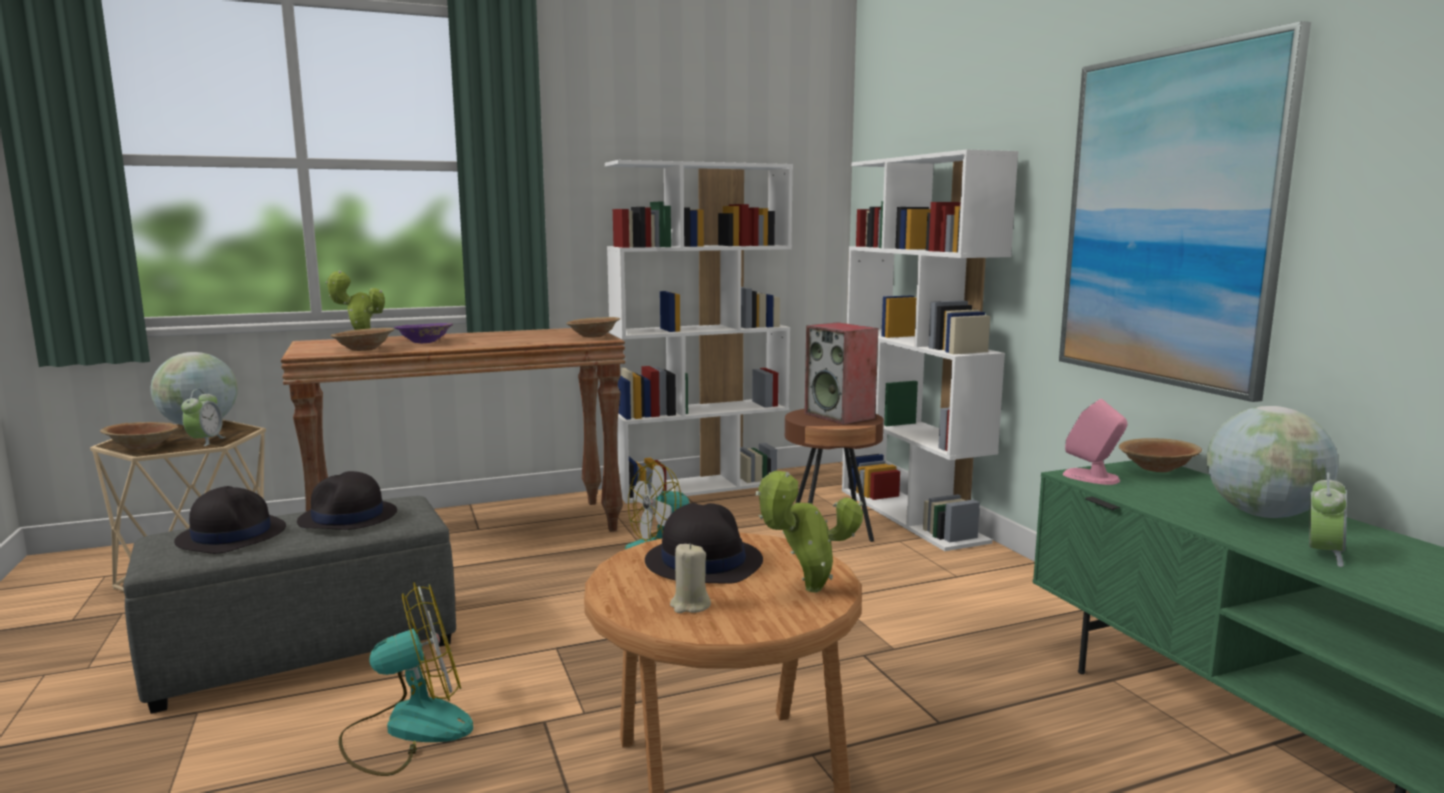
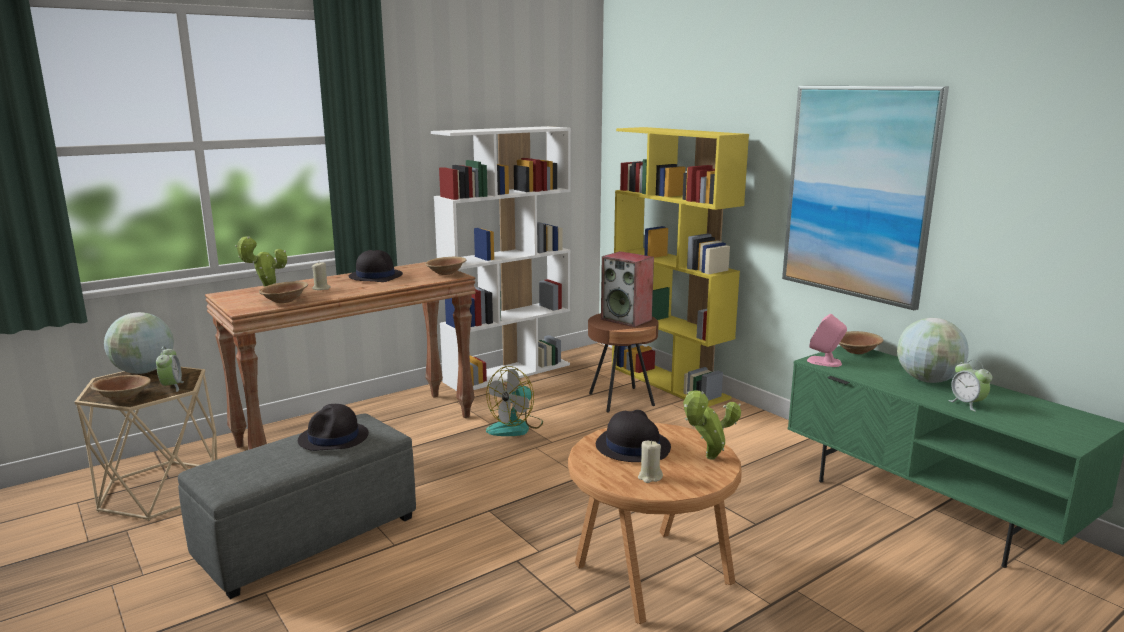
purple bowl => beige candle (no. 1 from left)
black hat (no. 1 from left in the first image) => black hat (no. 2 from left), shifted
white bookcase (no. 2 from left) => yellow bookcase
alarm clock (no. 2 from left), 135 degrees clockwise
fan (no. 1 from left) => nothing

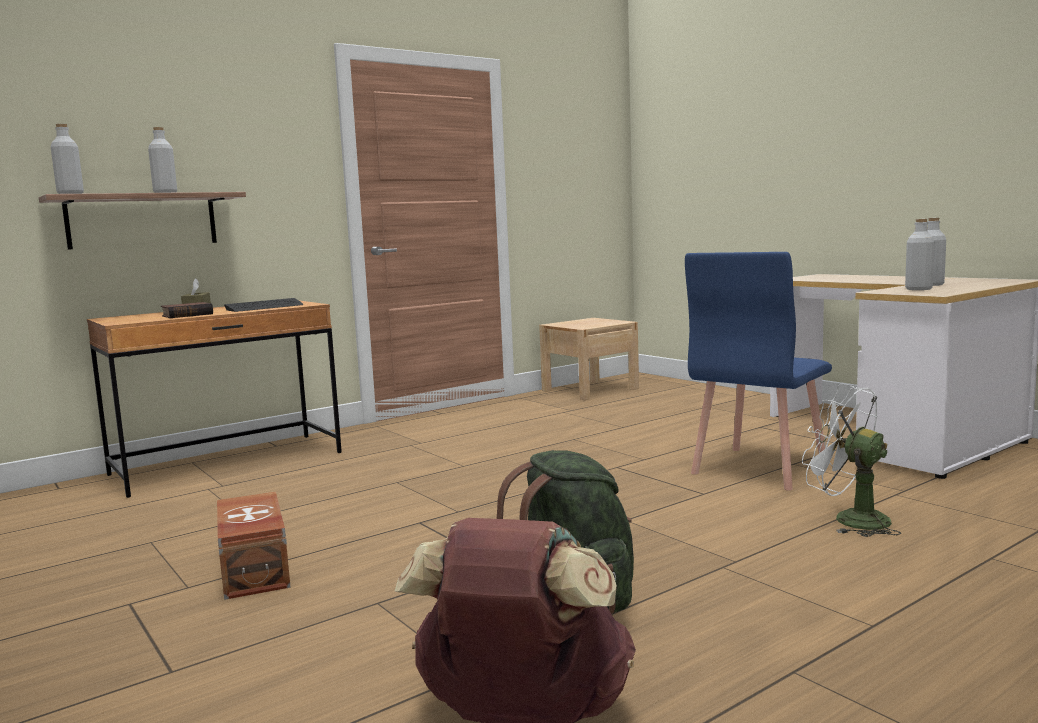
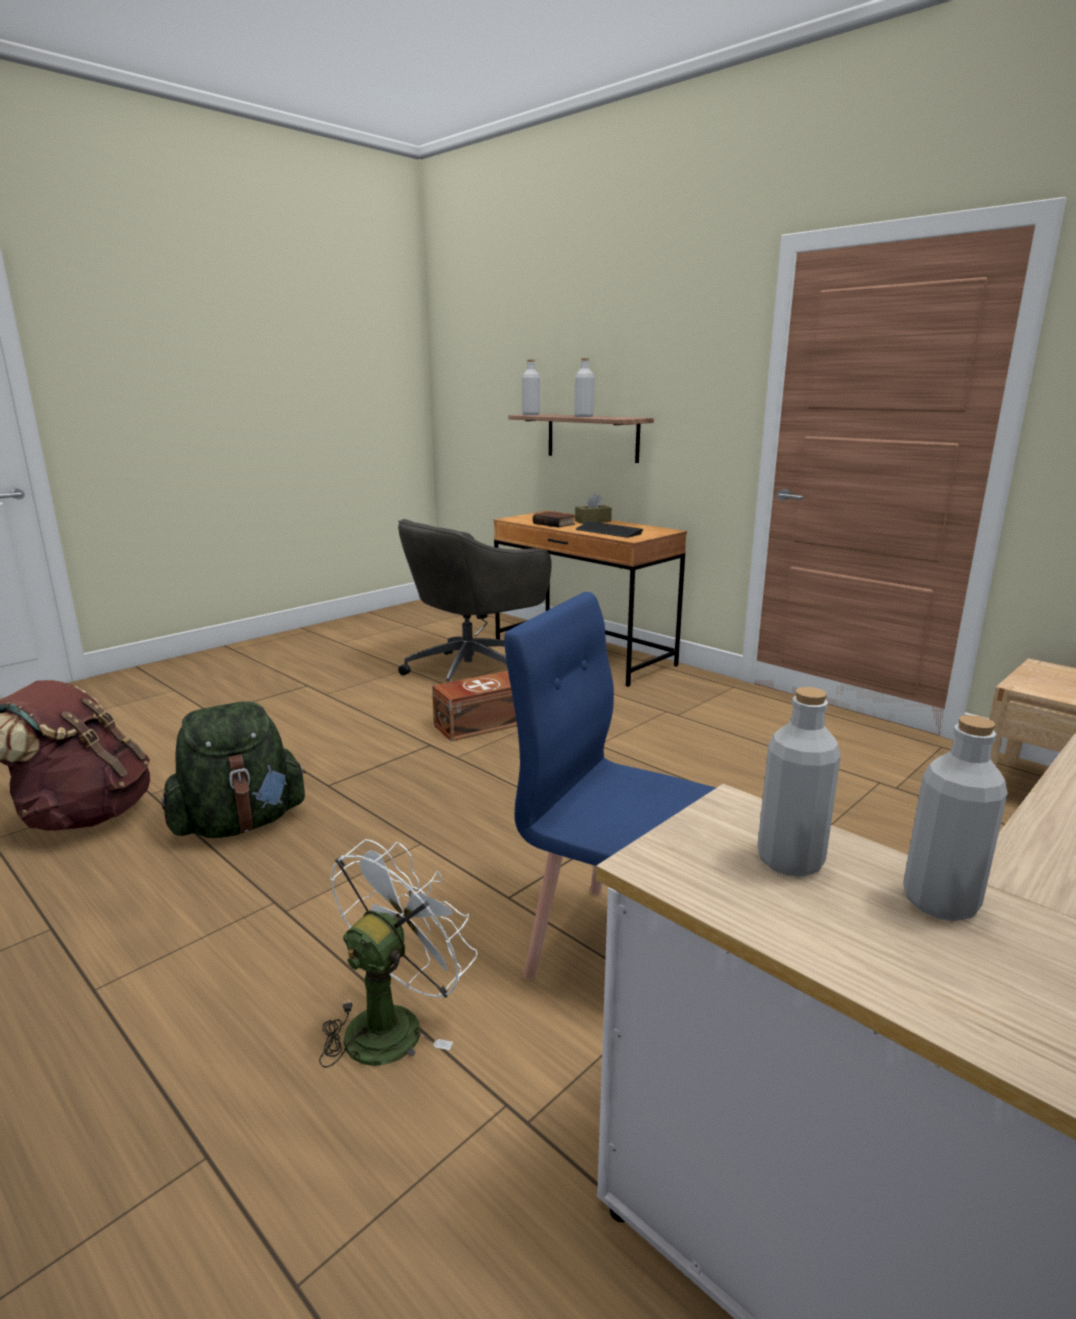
nothing => grey office chair
brown storage box, shifted

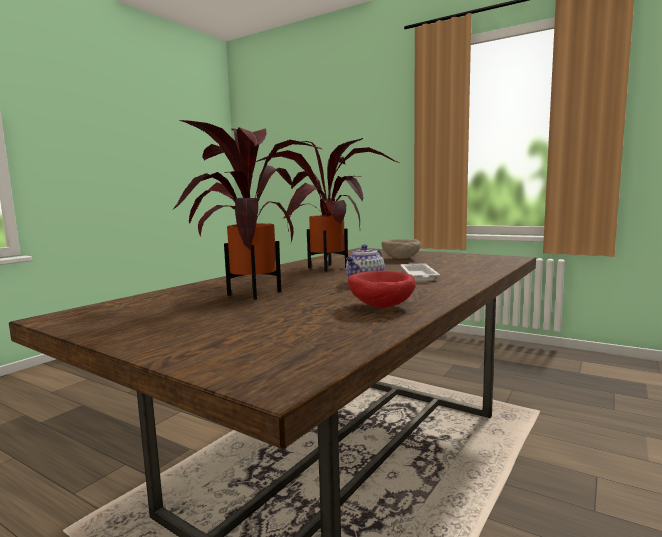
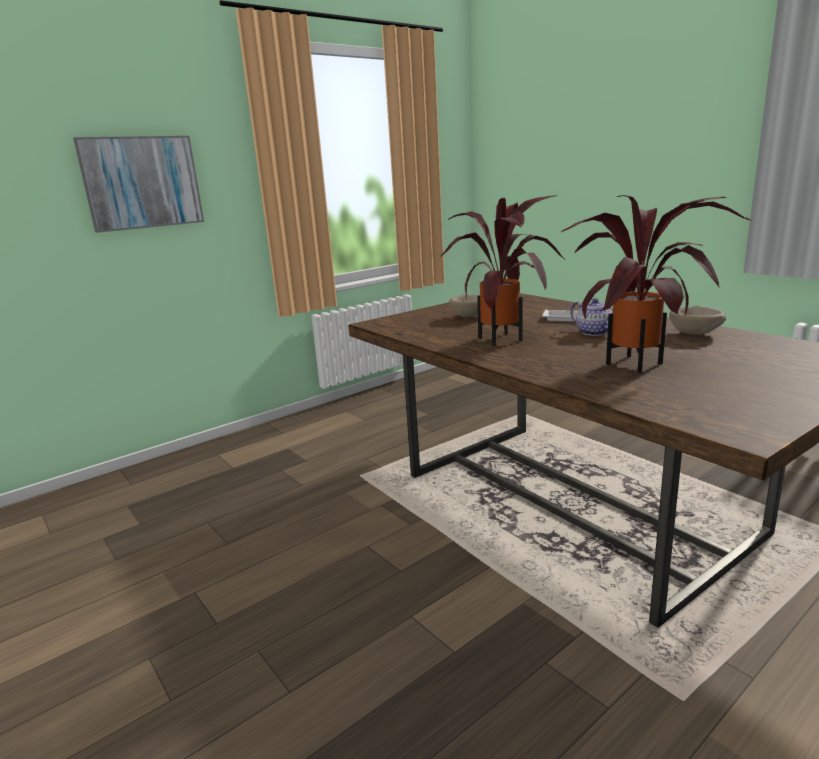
nothing => picture
red bowl => beige bowl (no. 2 from left)

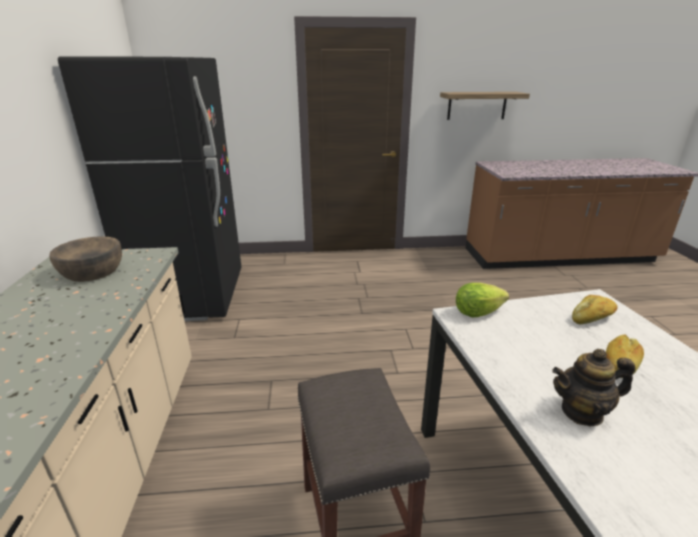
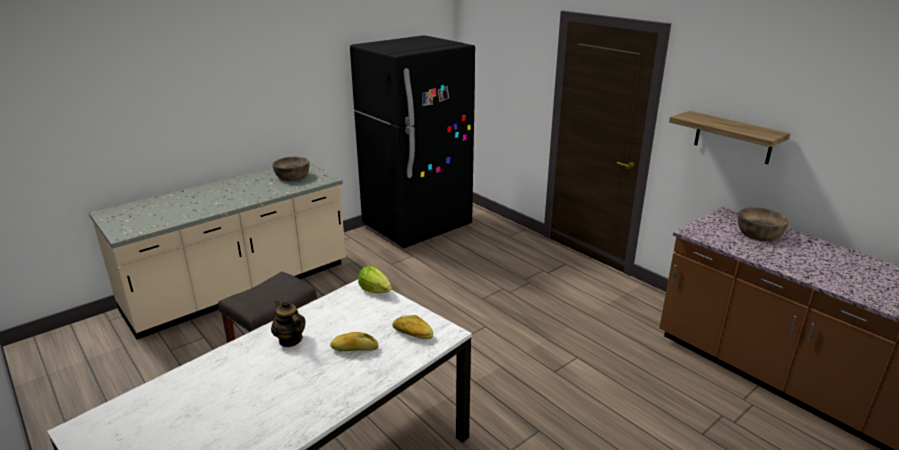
nothing => brown bowl (no. 2 from left)

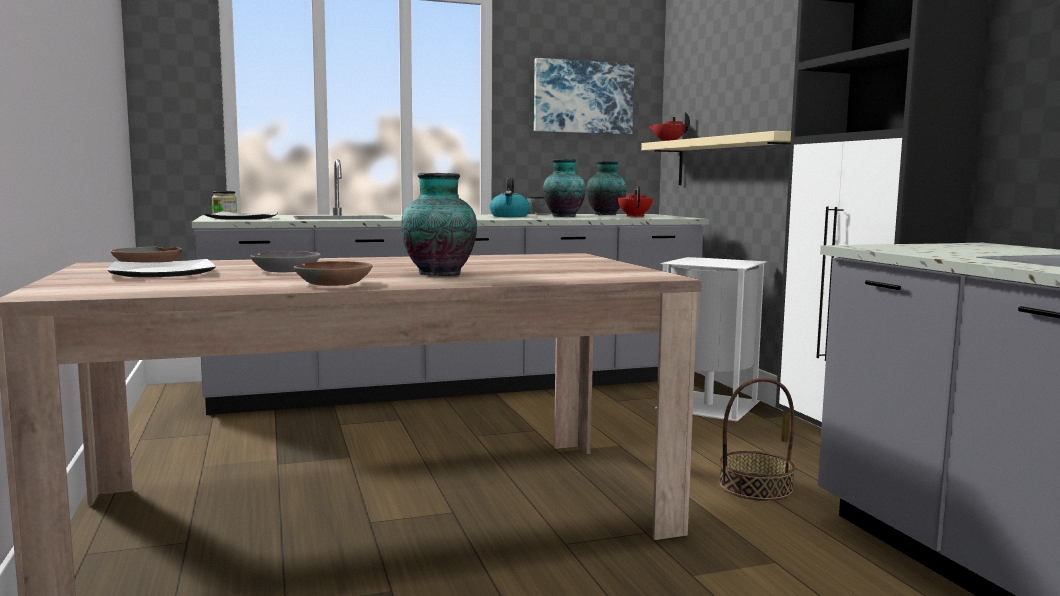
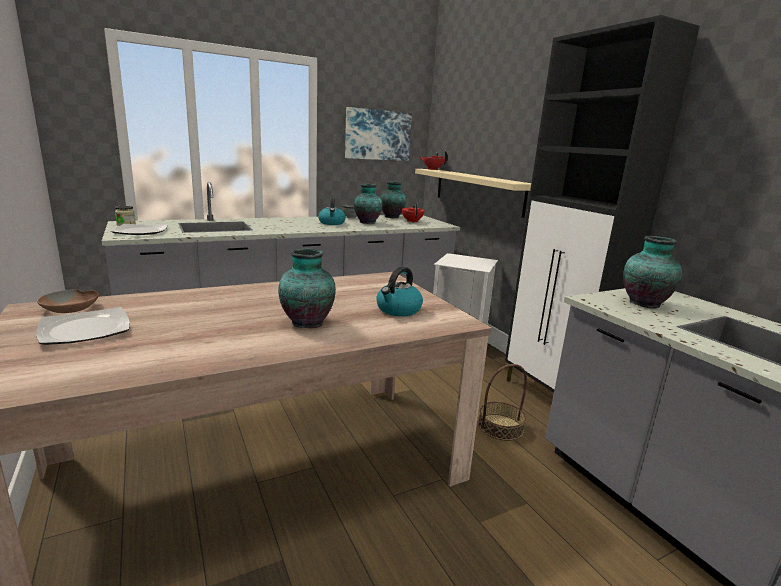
nothing => kettle (no. 2 from left)
nothing => vase (no. 4 from left)
grey bowl (no. 1 from left) => nothing
brown bowl (no. 2 from left) => nothing

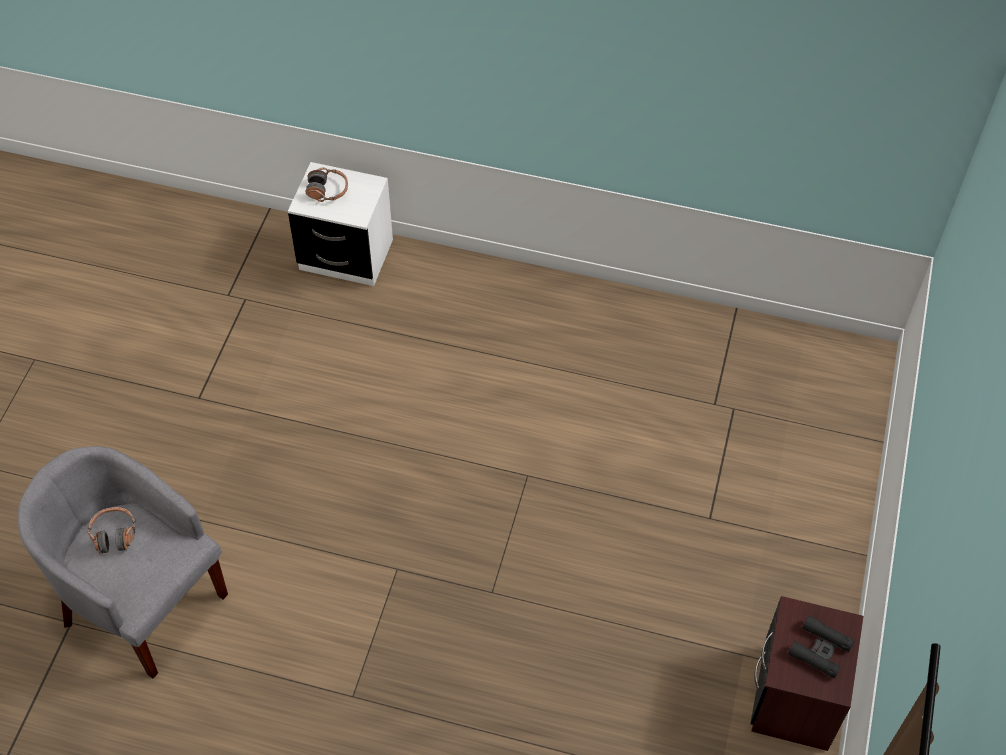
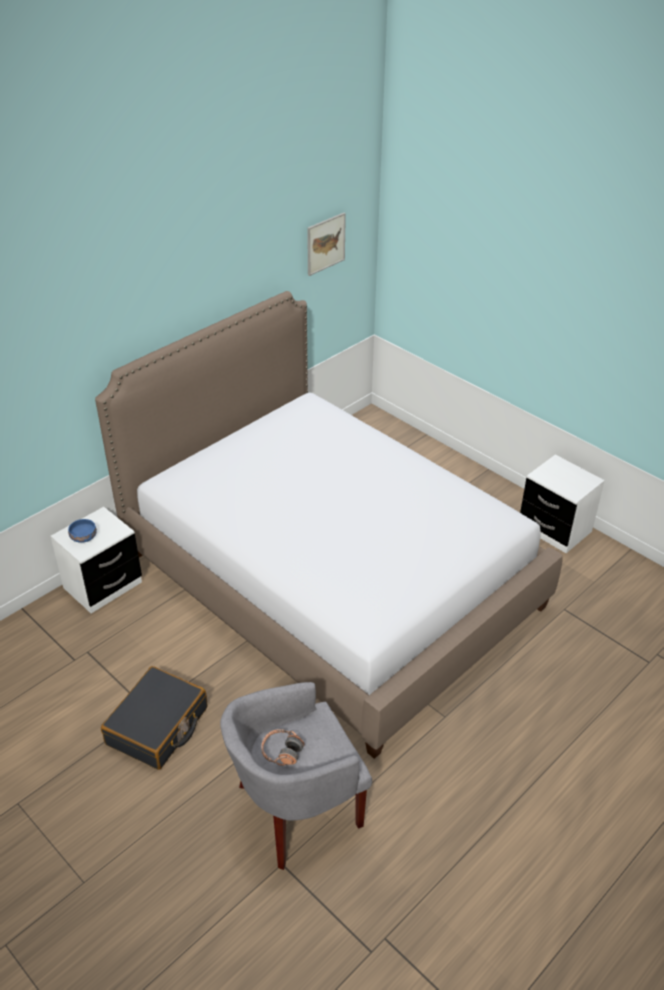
headphones (no. 2 from left) => blue bowl
nothing => bed
nothing => black suitcase
nothing => picture
brown nightstand => white nightstand (no. 2 from left)
black binoculars => nothing

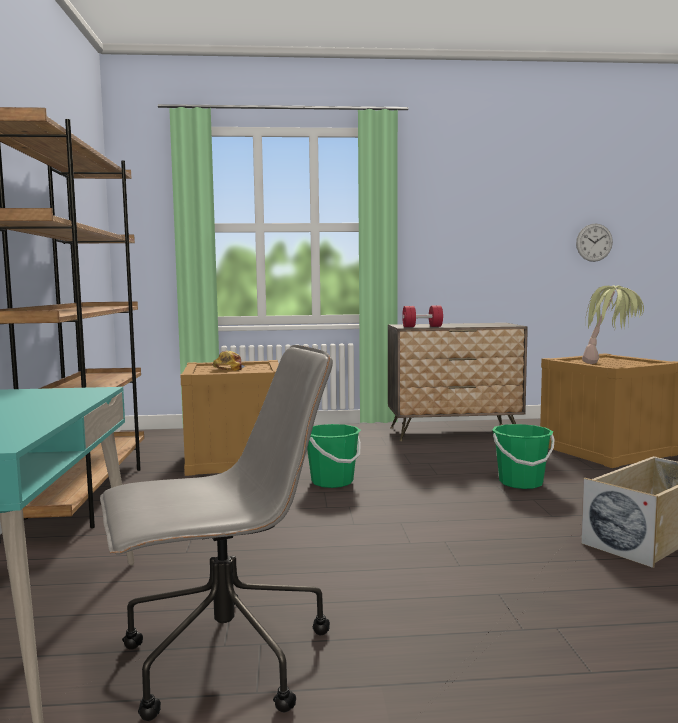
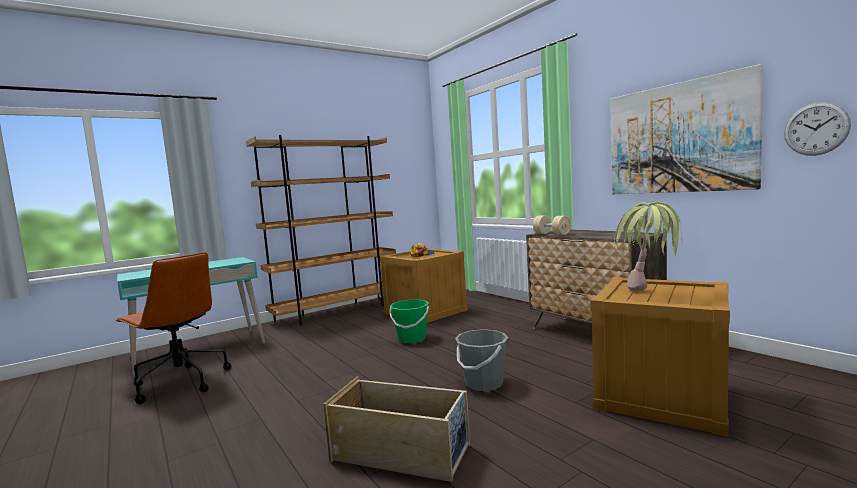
grey office chair => brown office chair
green bucket (no. 2 from left) => grey bucket
red dumbbell => beige dumbbell
nothing => picture

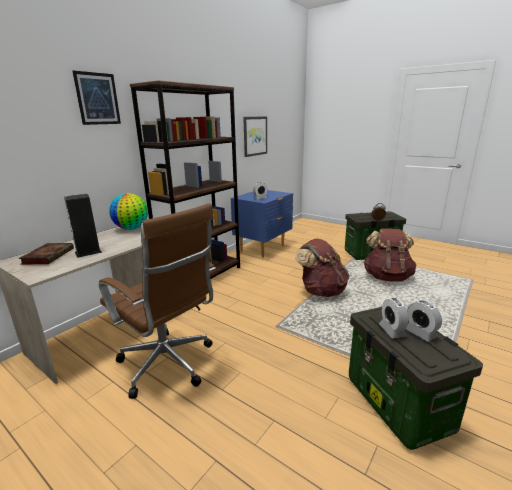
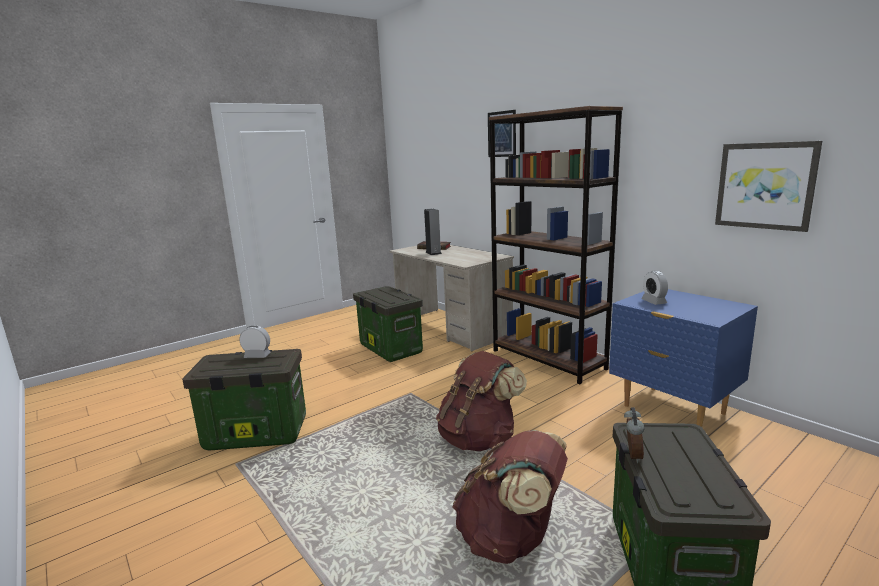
brown office chair => storage box (no. 2 from left)
globe => nothing
alarm clock (no. 4 from left) => nothing

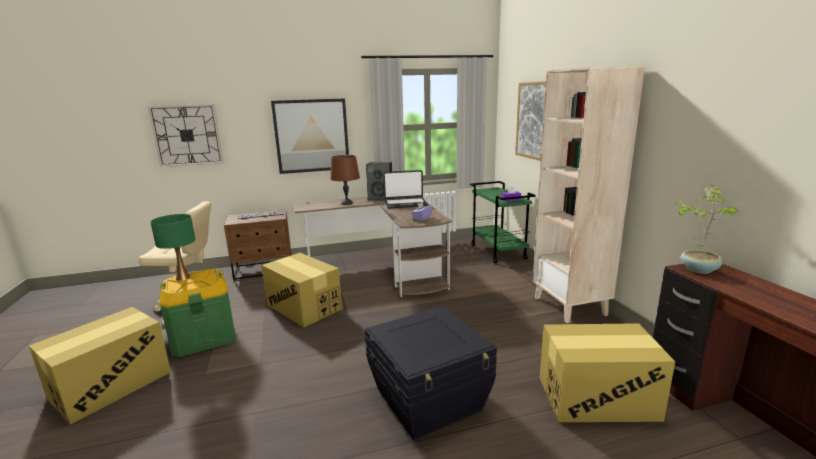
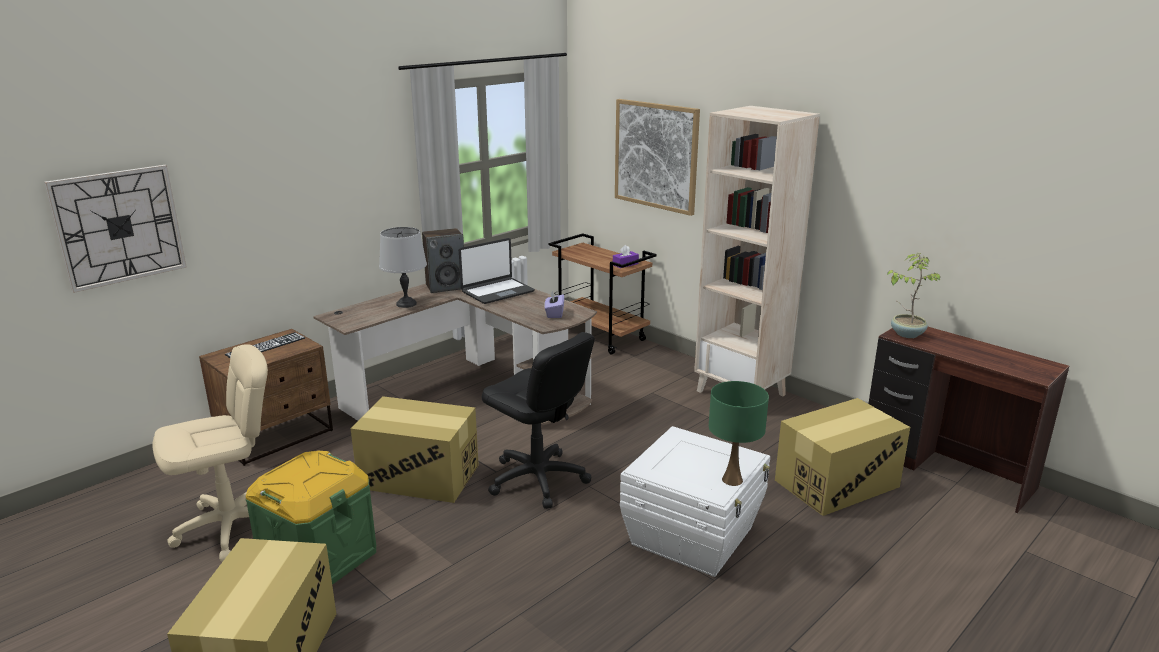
brown table lamp => grey table lamp
nothing => black office chair
green cart => brown cart
black storage box => white storage box
green table lamp, shifted
picture (no. 1 from left) => nothing

